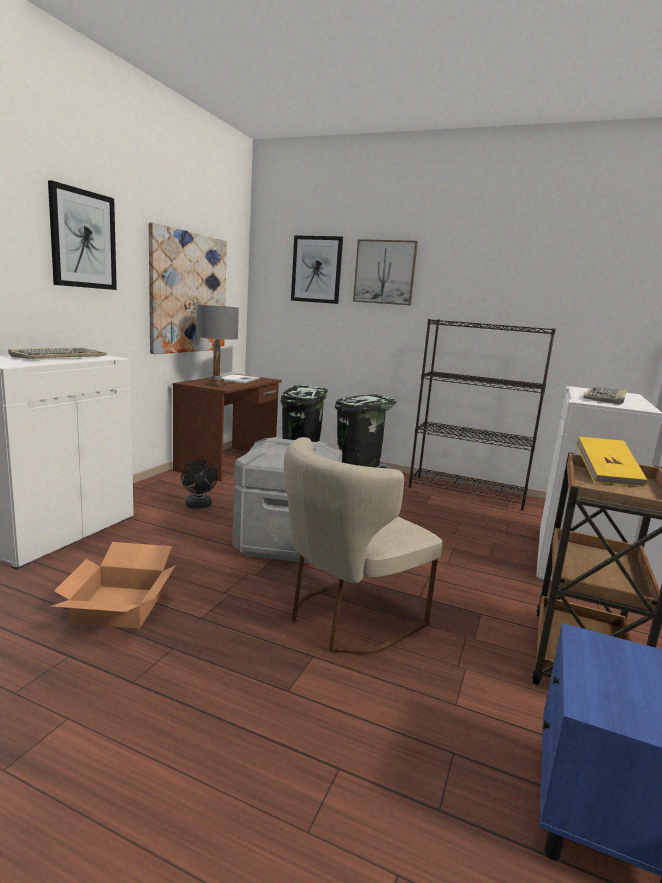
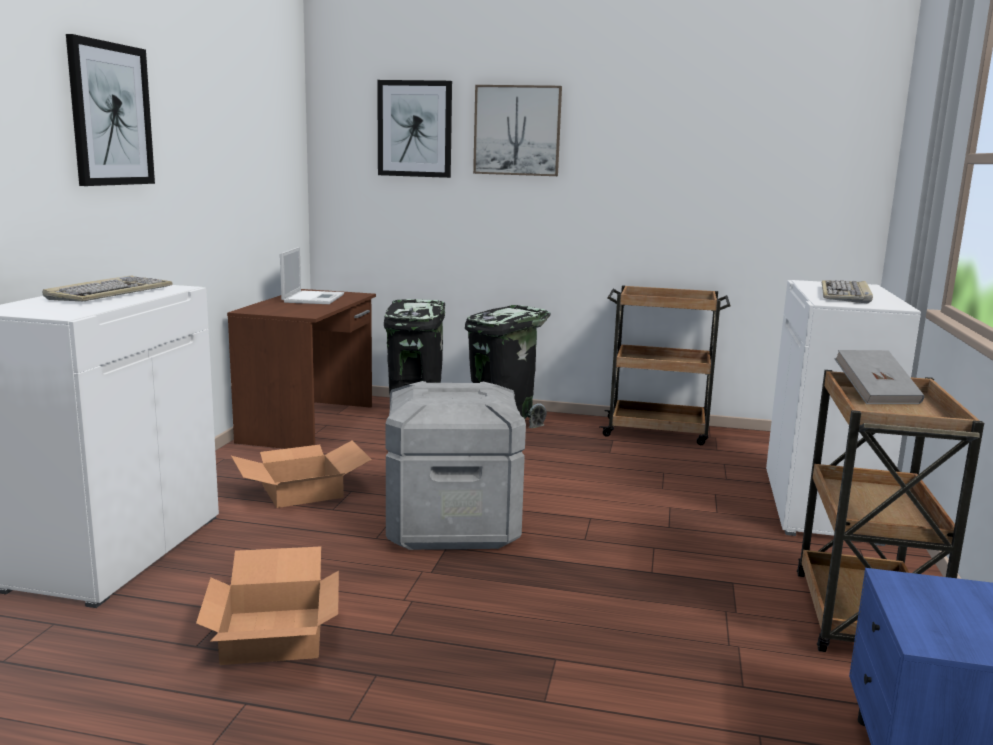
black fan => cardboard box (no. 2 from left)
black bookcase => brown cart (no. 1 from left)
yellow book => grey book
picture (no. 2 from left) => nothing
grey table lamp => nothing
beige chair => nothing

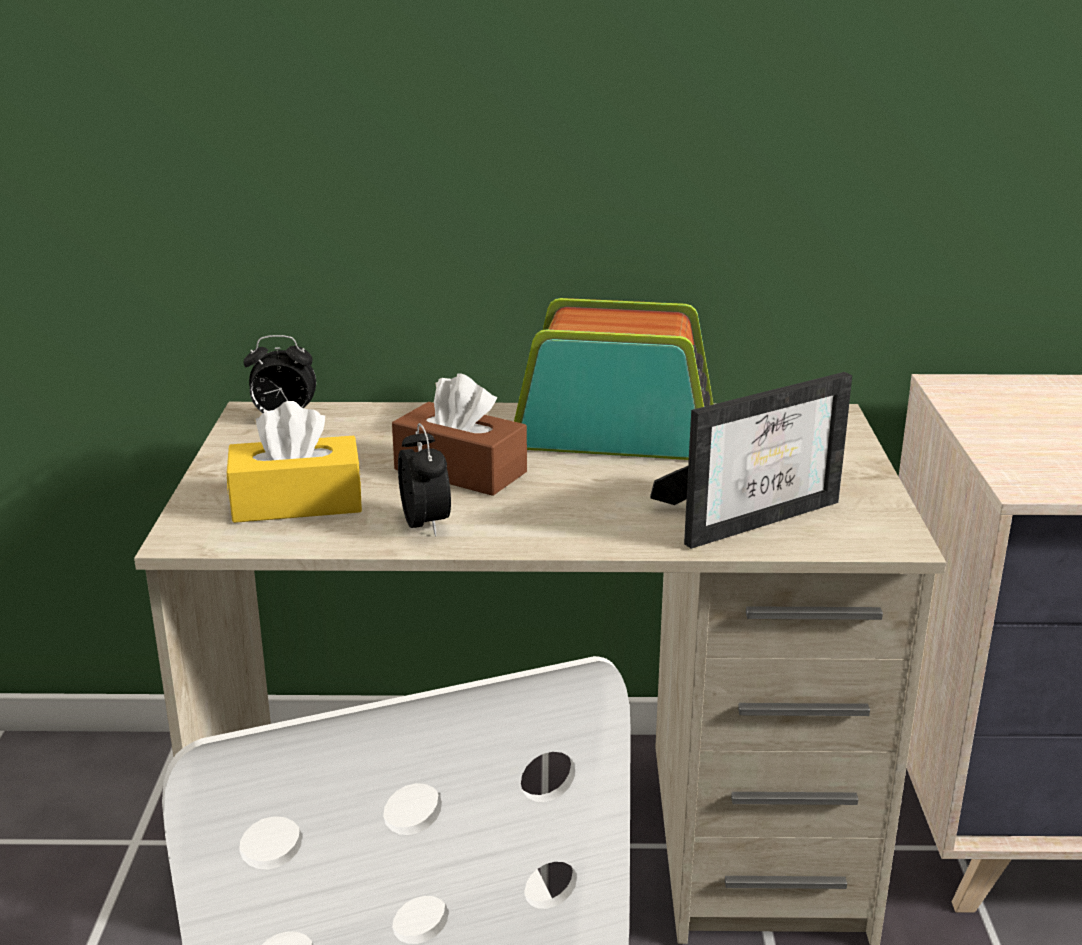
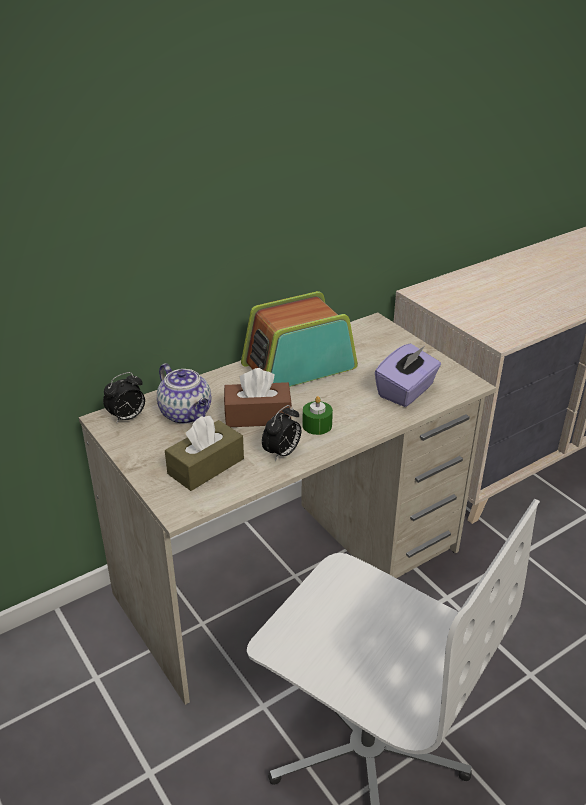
nothing => teapot
yellow tissue box => brown tissue box (no. 1 from left)
alarm clock (no. 2 from left), 90 degrees clockwise
nothing => green candle
picture frame => purple tissue box

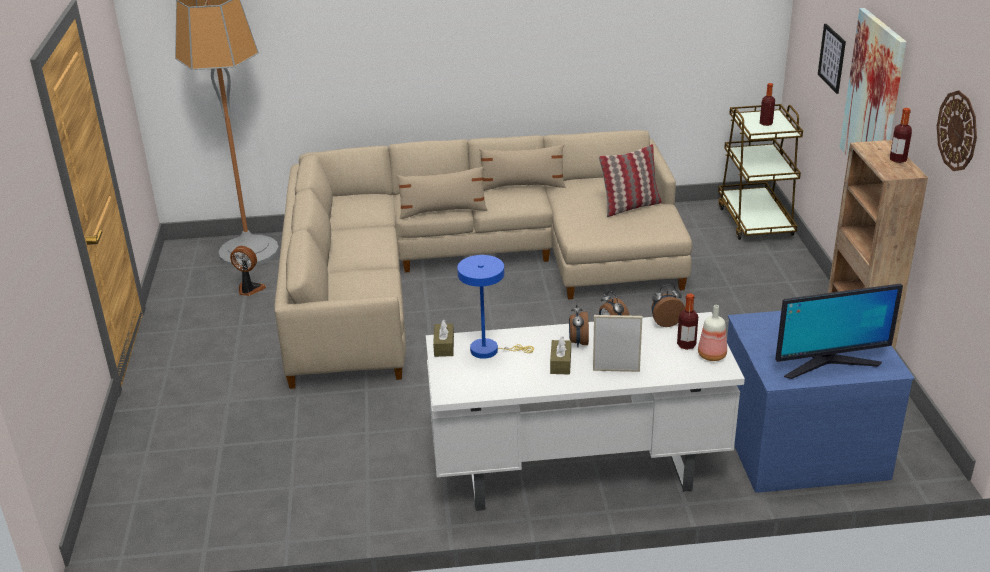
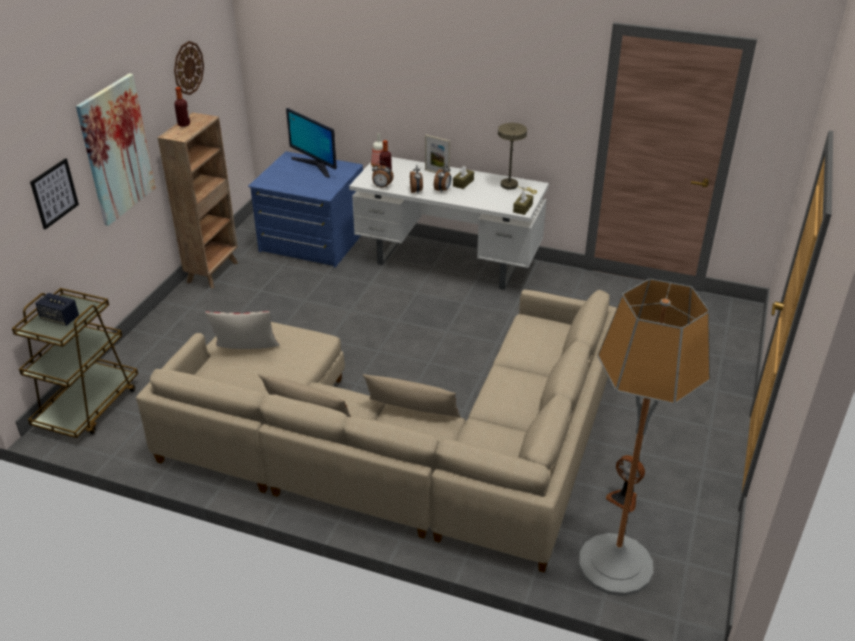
bottle (no. 3 from left) => speaker
monitor, 150 degrees counterclockwise
nothing => beige table lamp
blue table lamp => nothing

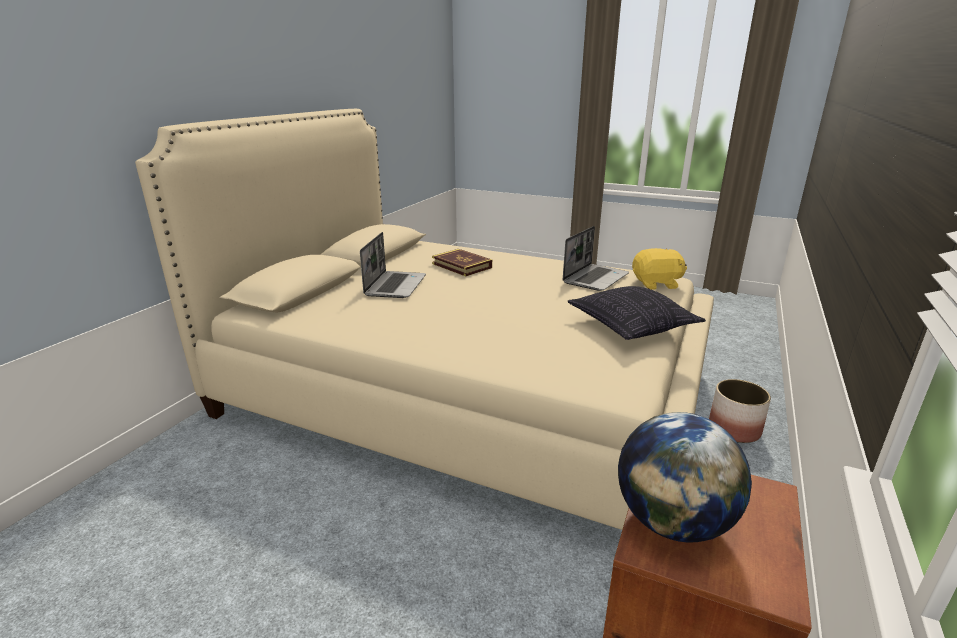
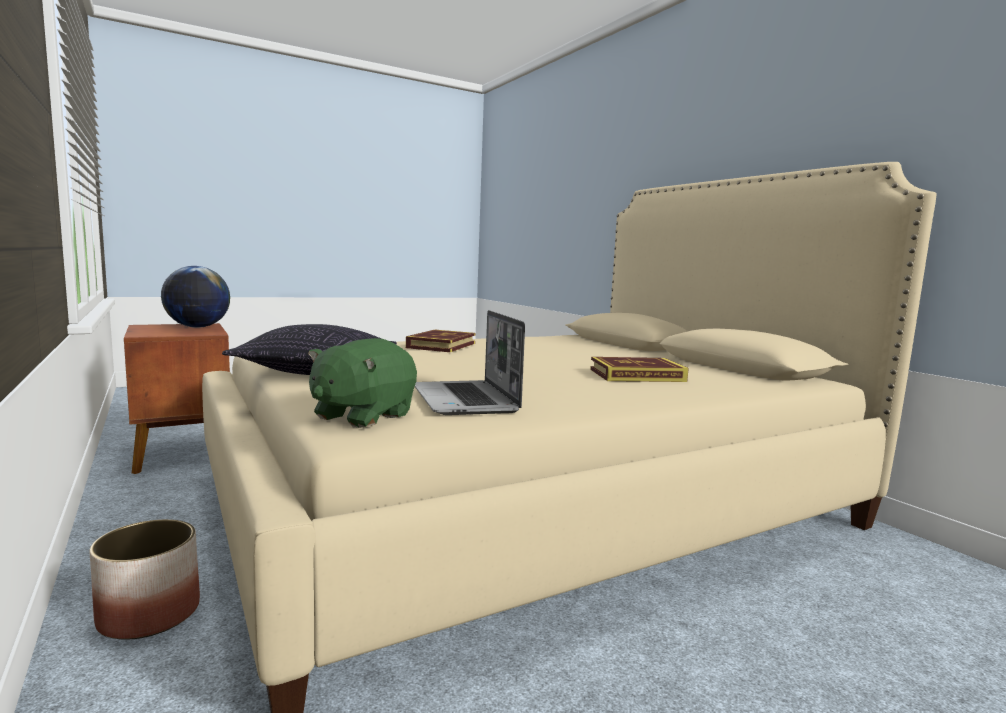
yellow plush toy => green plush toy
nothing => book (no. 1 from left)
laptop (no. 1 from left) => nothing

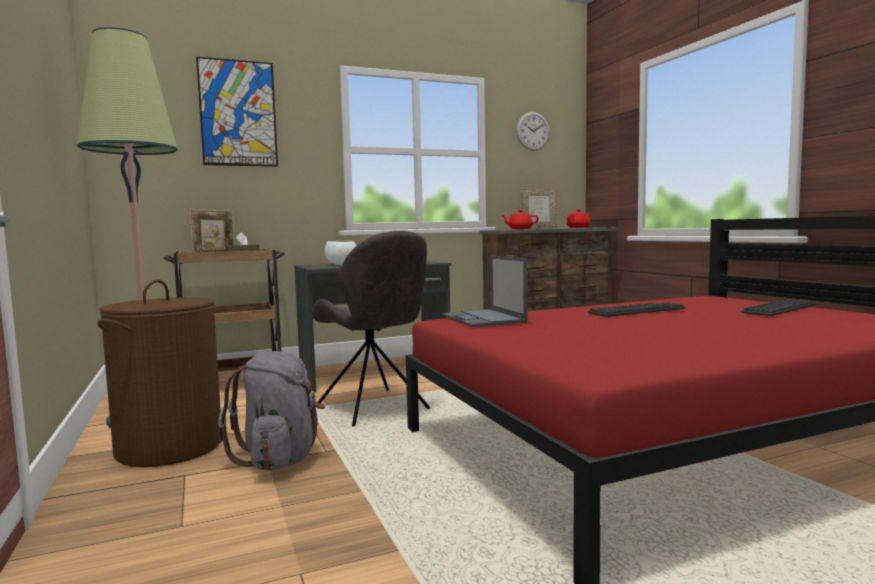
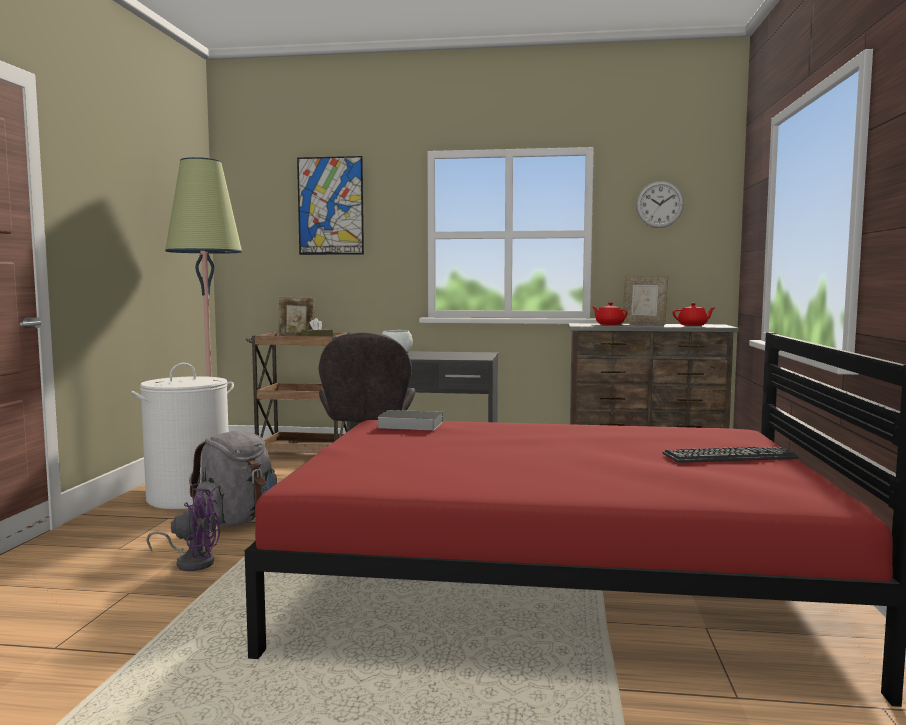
brown laundry basket => white laundry basket
nothing => purple fan
laptop => book
keyboard (no. 1 from left) => nothing

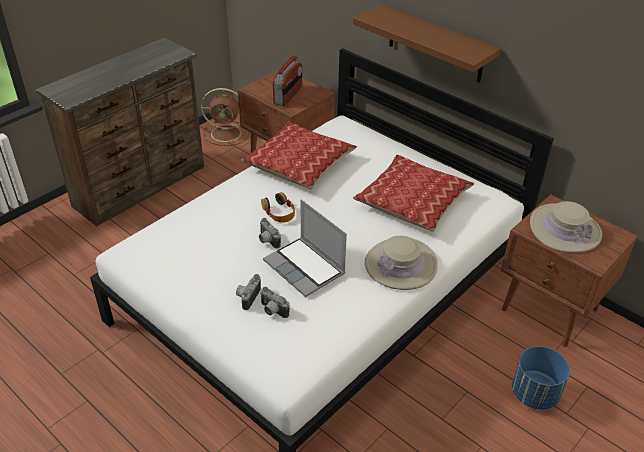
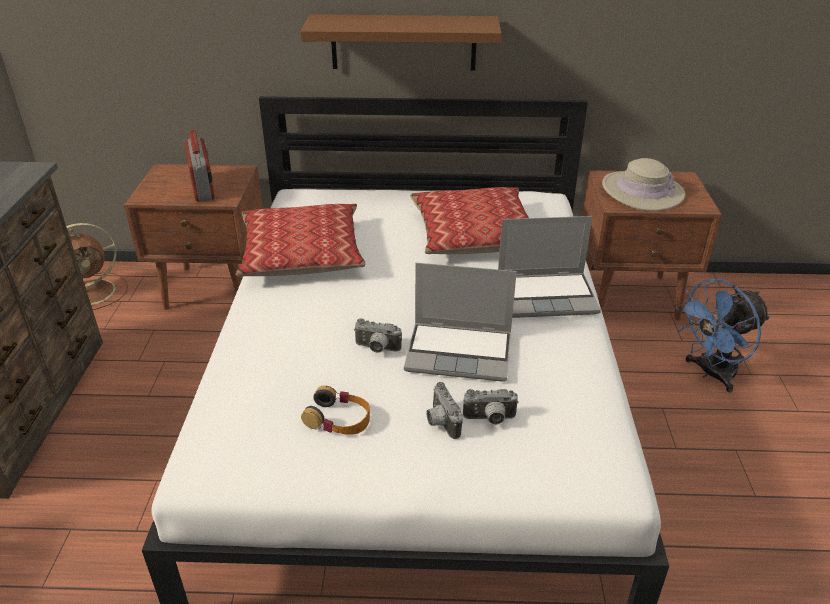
headphones, shifted
beige hat (no. 1 from left) => laptop (no. 2 from left)
blue planter => blue fan

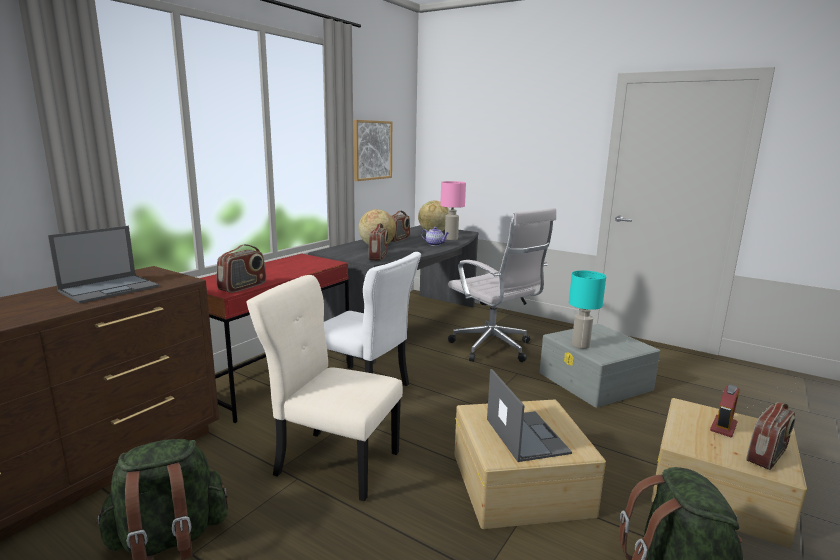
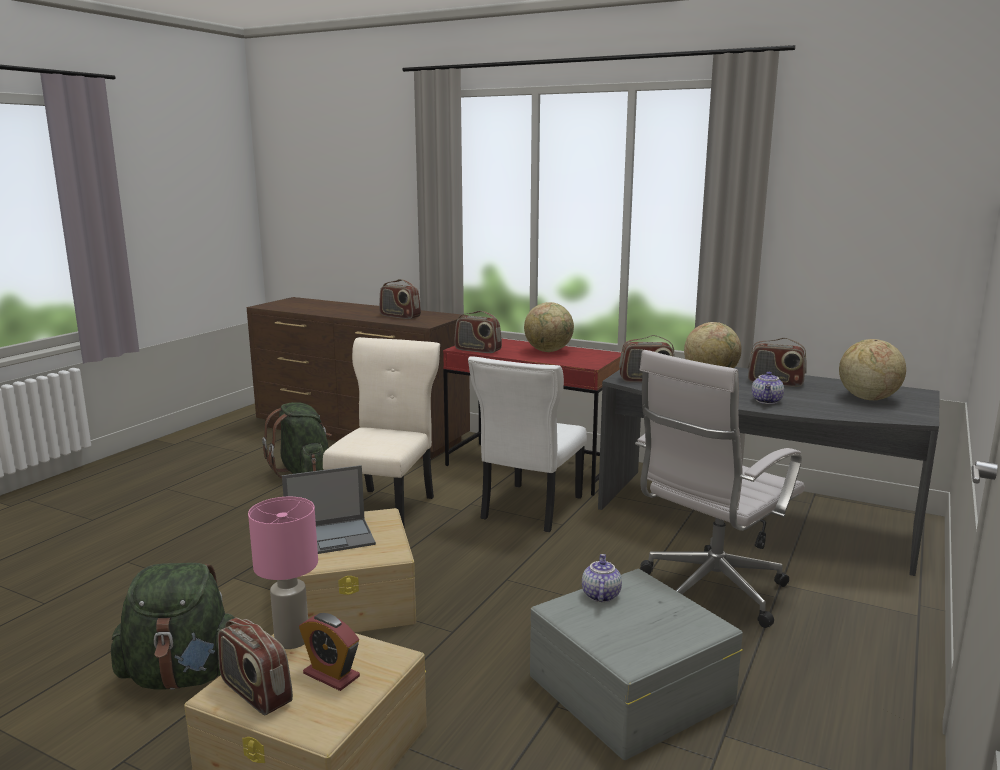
pink table lamp, shifted
laptop (no. 1 from left) => radio (no. 2 from left)
nothing => globe (no. 1 from left)
turquoise table lamp => teapot (no. 1 from left)
picture => nothing

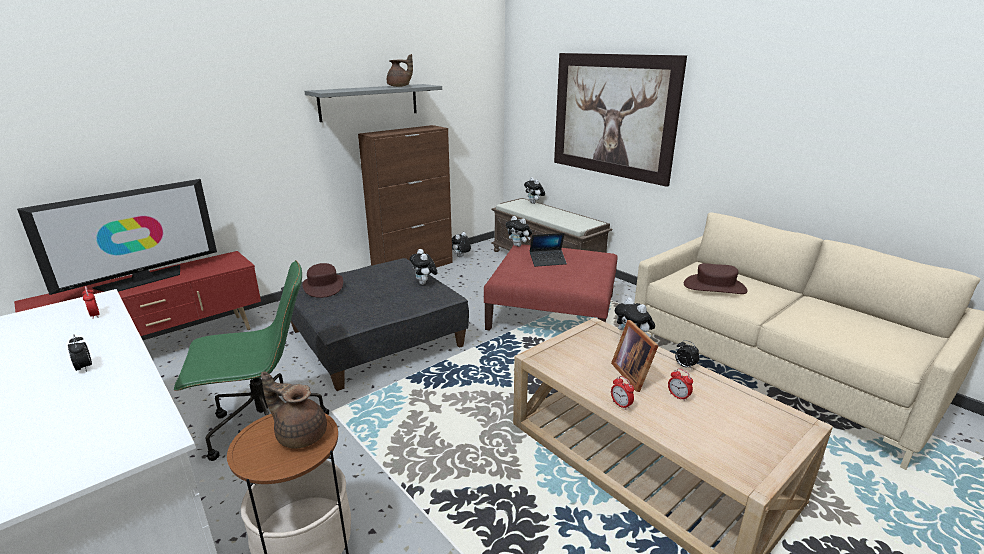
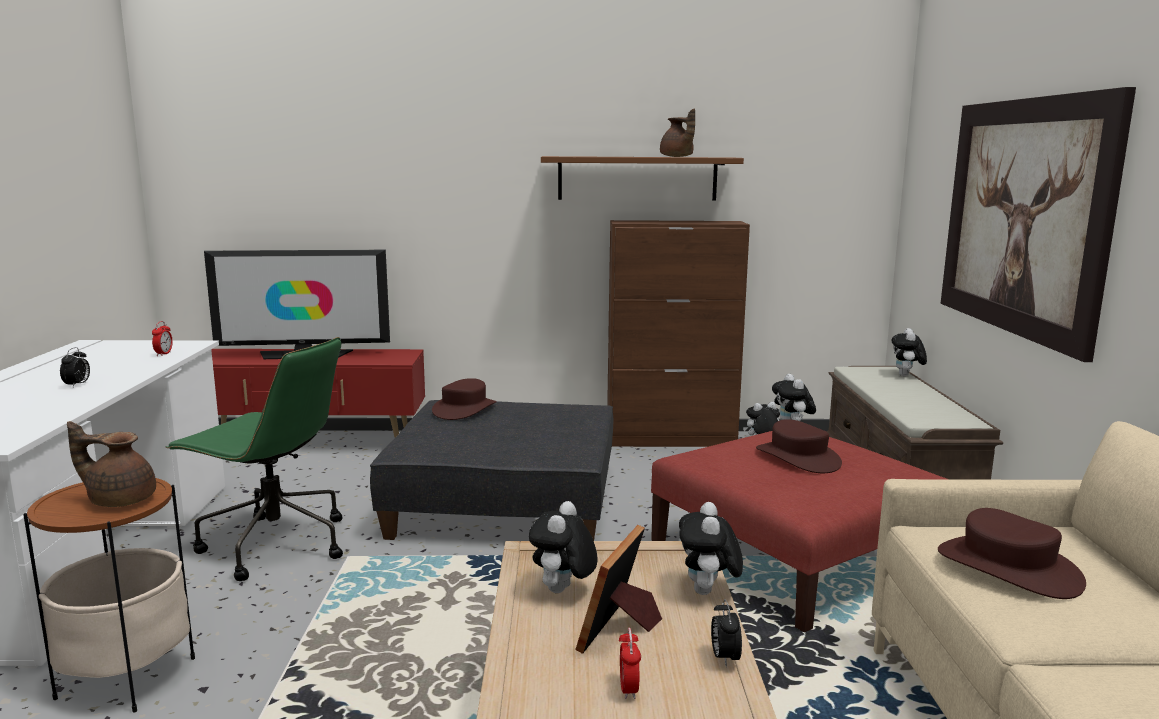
brown teapot (no. 1 from left), 60 degrees counterclockwise
plush toy (no. 1 from left), shifted
grey shelf => brown shelf
laptop => brown hat (no. 2 from left)
alarm clock (no. 3 from left) => nothing

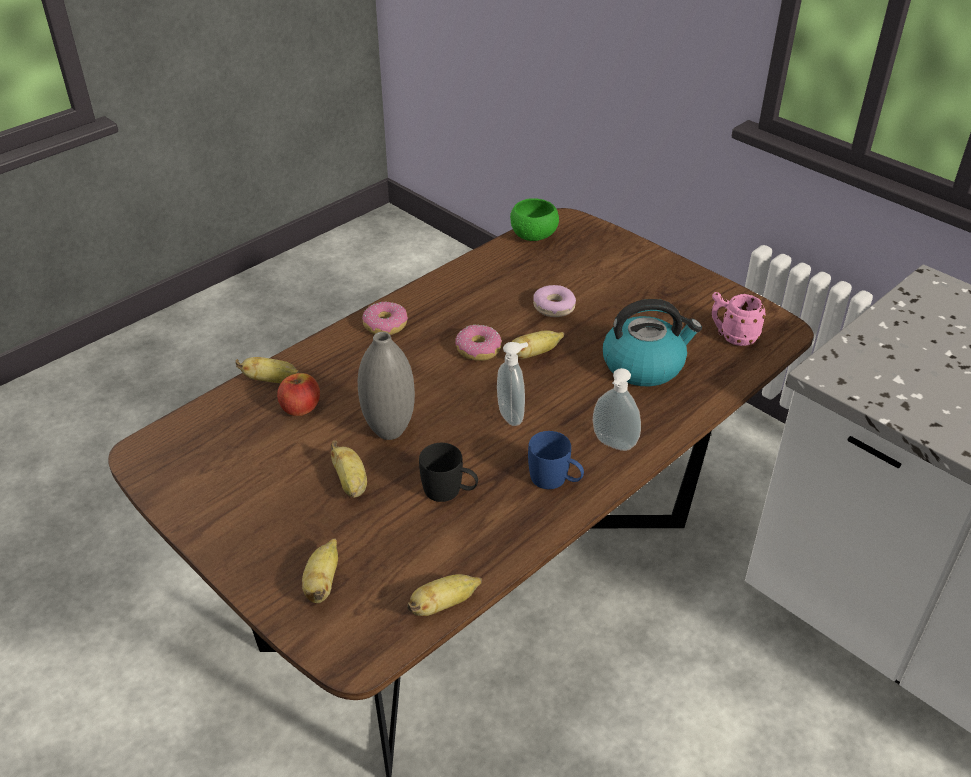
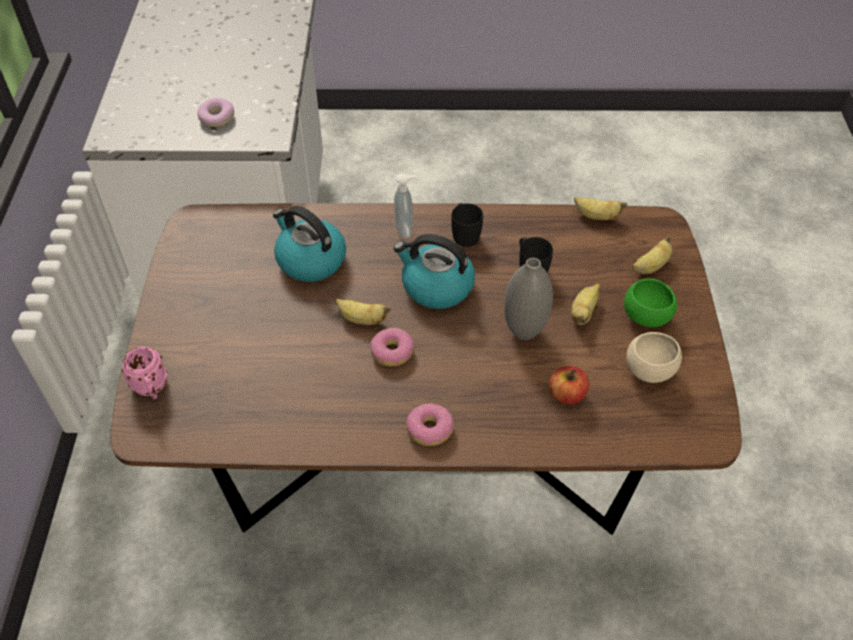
pink mug, shifted
donut (no. 3 from left in the first image) => donut (no. 1 from left), shifted
soap dispenser (no. 1 from left) => kettle (no. 2 from left)
blue mug => black mug (no. 1 from left)
green bowl, shifted
nothing => beige bowl
banana (no. 1 from left) => nothing

